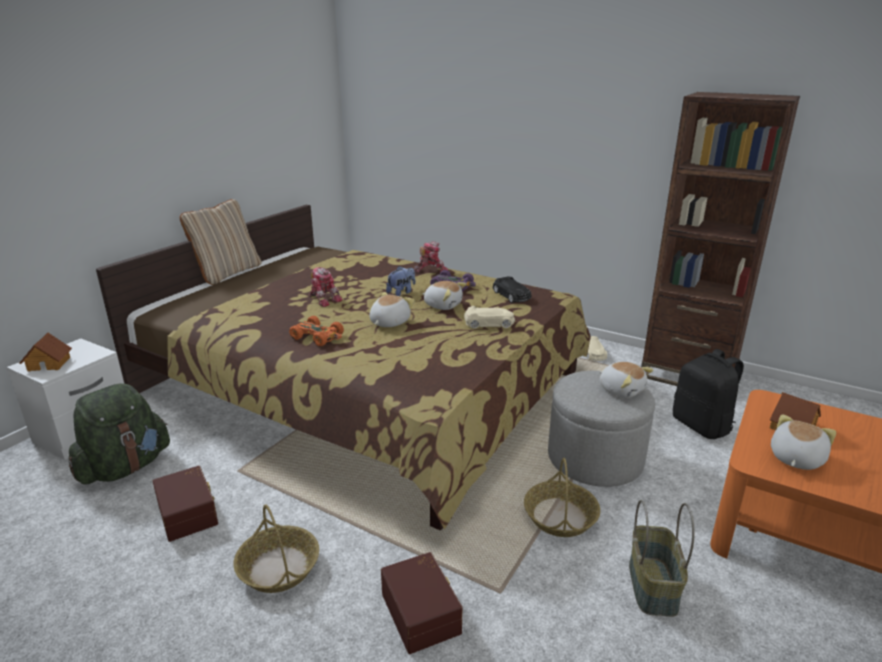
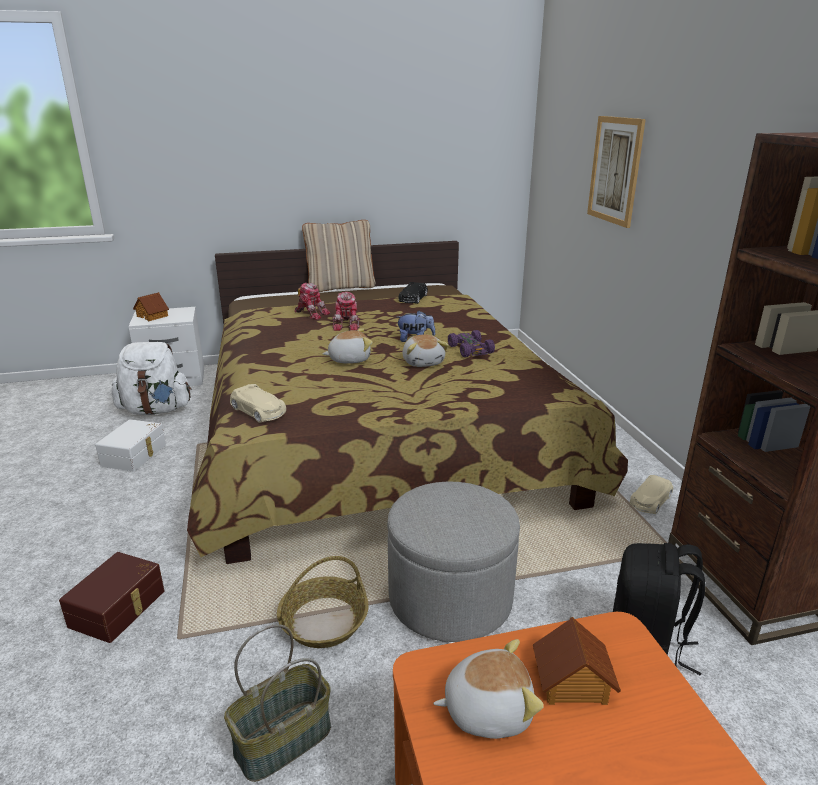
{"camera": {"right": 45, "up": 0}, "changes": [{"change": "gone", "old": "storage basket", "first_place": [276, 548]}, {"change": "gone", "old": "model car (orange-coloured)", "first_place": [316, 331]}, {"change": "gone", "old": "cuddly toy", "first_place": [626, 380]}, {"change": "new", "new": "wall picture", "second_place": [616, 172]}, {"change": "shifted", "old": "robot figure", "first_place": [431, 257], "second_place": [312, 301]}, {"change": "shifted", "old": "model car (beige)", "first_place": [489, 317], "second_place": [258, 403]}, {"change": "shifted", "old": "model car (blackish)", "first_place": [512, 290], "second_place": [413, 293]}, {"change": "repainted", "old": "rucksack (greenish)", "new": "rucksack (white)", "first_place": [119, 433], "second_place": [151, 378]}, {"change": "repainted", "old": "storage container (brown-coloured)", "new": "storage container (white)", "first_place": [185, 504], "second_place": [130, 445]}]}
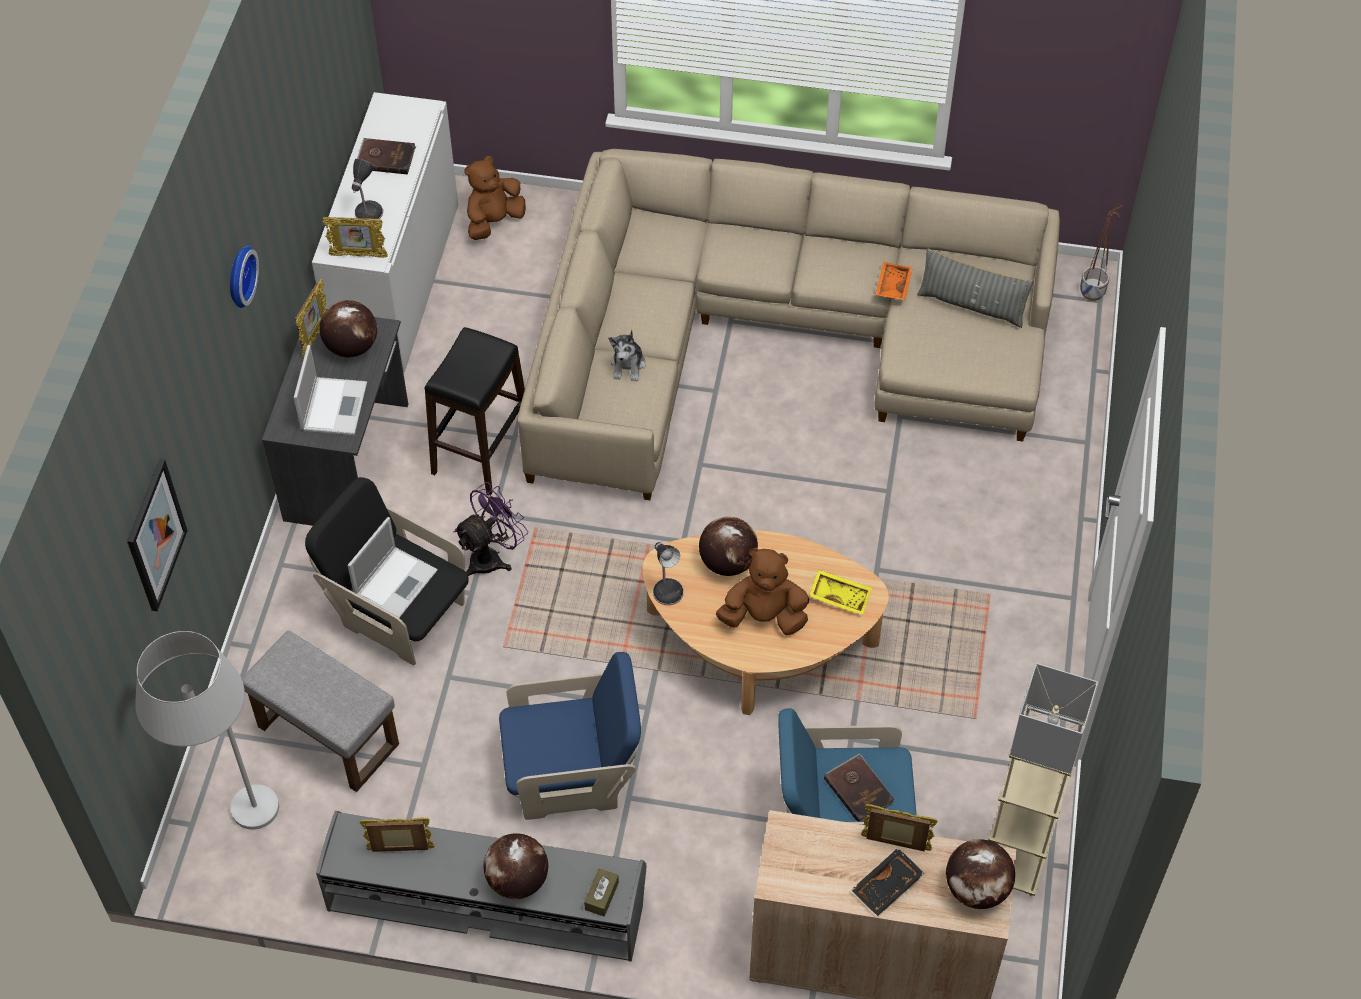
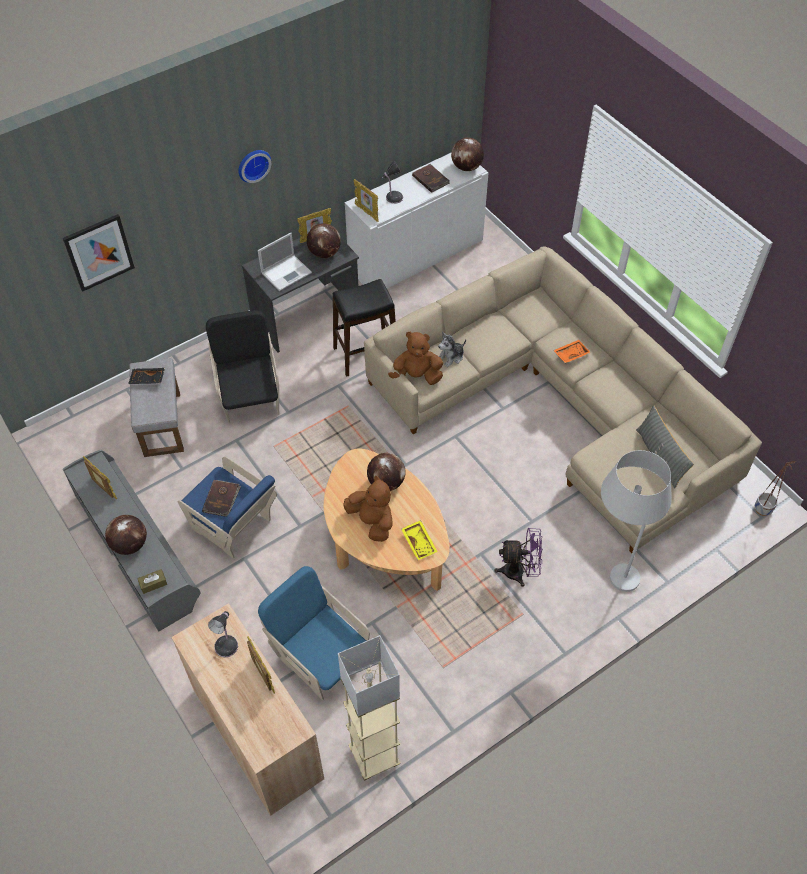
{"camera": {"right": 45, "up": 0}, "changes": [{"change": "gone", "old": "laptop", "first_place": [393, 567]}, {"change": "shifted", "old": "standard lamp (white)", "first_place": [207, 730], "second_place": [636, 521]}, {"change": "shifted", "old": "cooling fan (purple)", "first_place": [491, 529], "second_place": [518, 557]}, {"change": "shifted", "old": "cuddly toy (brown-coloured)", "first_place": [495, 198], "second_place": [415, 358]}, {"change": "shifted", "old": "tabletop lamp", "first_place": [668, 573], "second_place": [223, 634]}, {"change": "shifted", "old": "book (brown-coloured)", "first_place": [859, 788], "second_place": [221, 498]}, {"change": "shifted", "old": "serving tray (blackish)", "first_place": [888, 882], "second_place": [146, 376]}, {"change": "shifted", "old": "serving tray (orange-coloured)", "first_place": [894, 281], "second_place": [572, 351]}, {"change": "shifted", "old": "globe", "first_place": [980, 874], "second_place": [467, 154]}]}
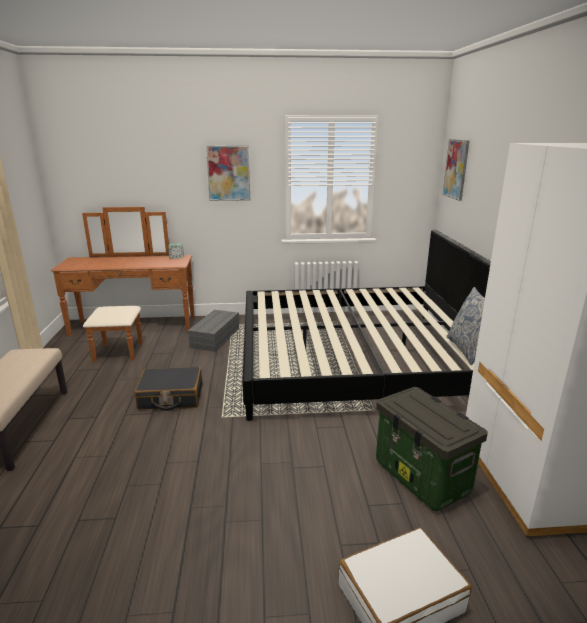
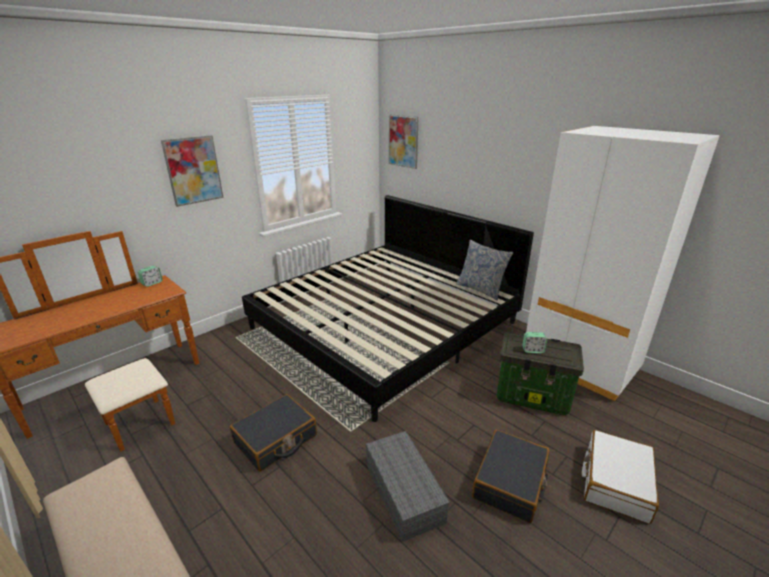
{"camera": {"right": -40, "up": 5}, "changes": [{"change": "new", "new": "travel case (blackish)", "second_place": [511, 476]}, {"change": "new", "new": "table clock", "second_place": [534, 342]}, {"change": "shifted", "old": "storage container (gray)", "first_place": [213, 331], "second_place": [408, 486]}]}
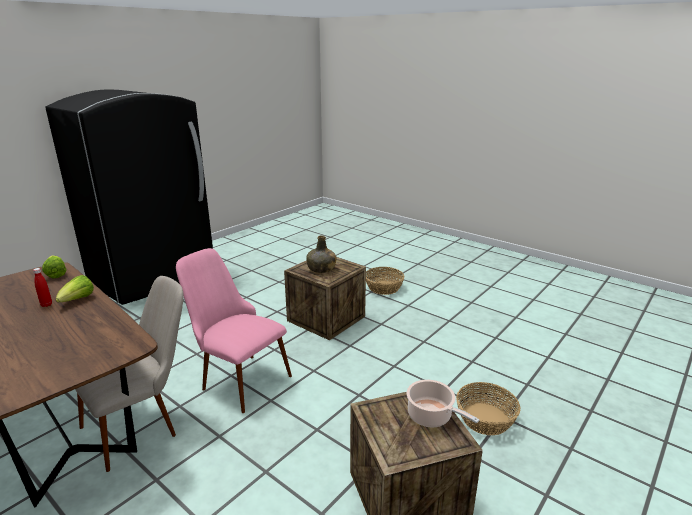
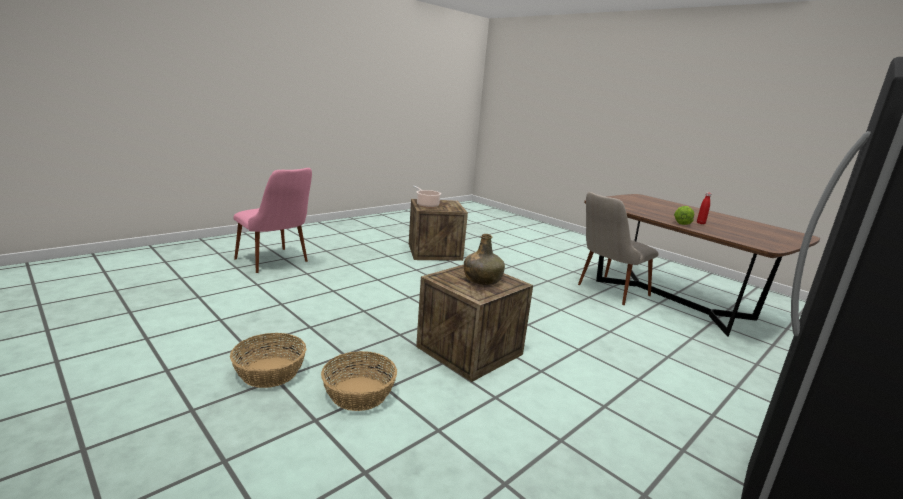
{"camera": {"right": -175, "up": -5}, "changes": [{"change": "gone", "old": "lettuce", "first_place": [54, 266]}, {"change": "shifted", "old": "plain chair (pink-coloured)", "first_place": [234, 330], "second_place": [272, 220]}, {"change": "shifted", "old": "storage basket", "first_place": [488, 408], "second_place": [268, 360]}]}
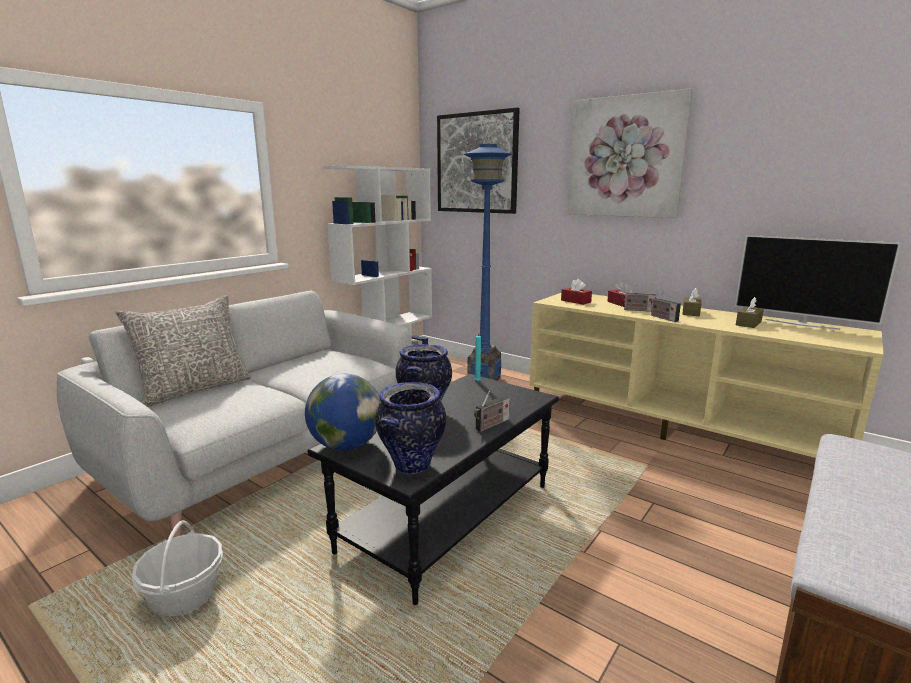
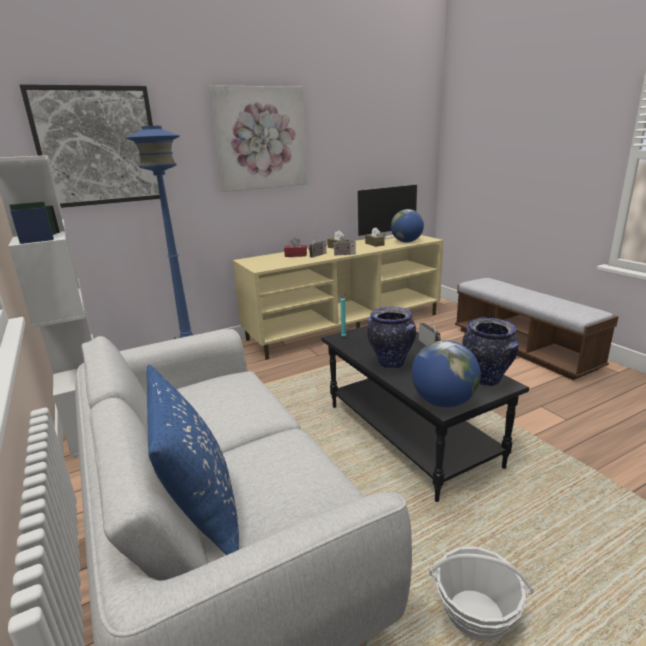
{"camera": {"right": -65, "up": 5}, "changes": [{"change": "gone", "old": "tissue box (red-coloured)", "first_place": [576, 292]}, {"change": "new", "new": "globe", "second_place": [407, 225]}, {"change": "repainted", "old": "cushion (gray)", "new": "cushion (blue)", "first_place": [183, 351], "second_place": [193, 460]}]}
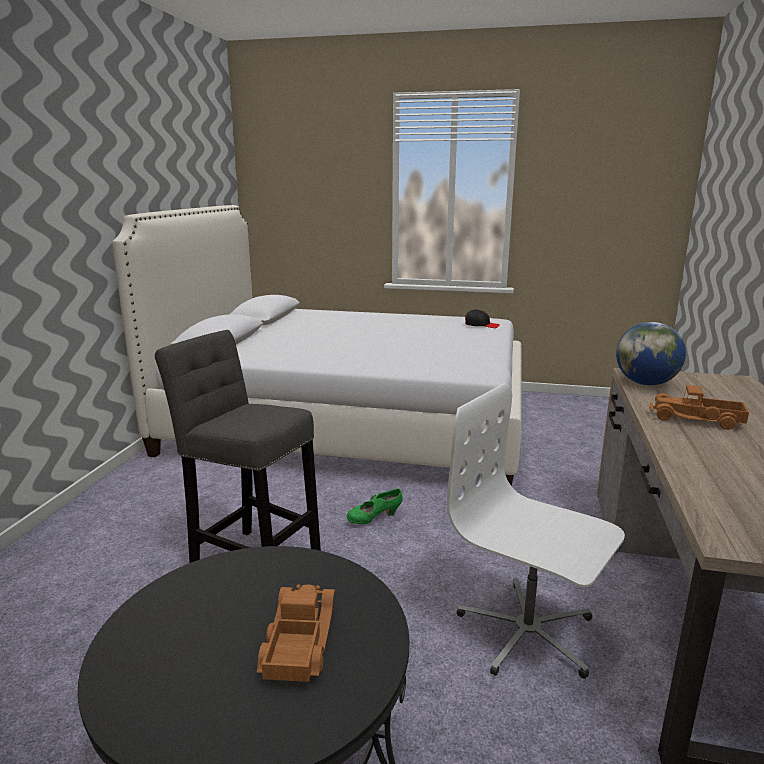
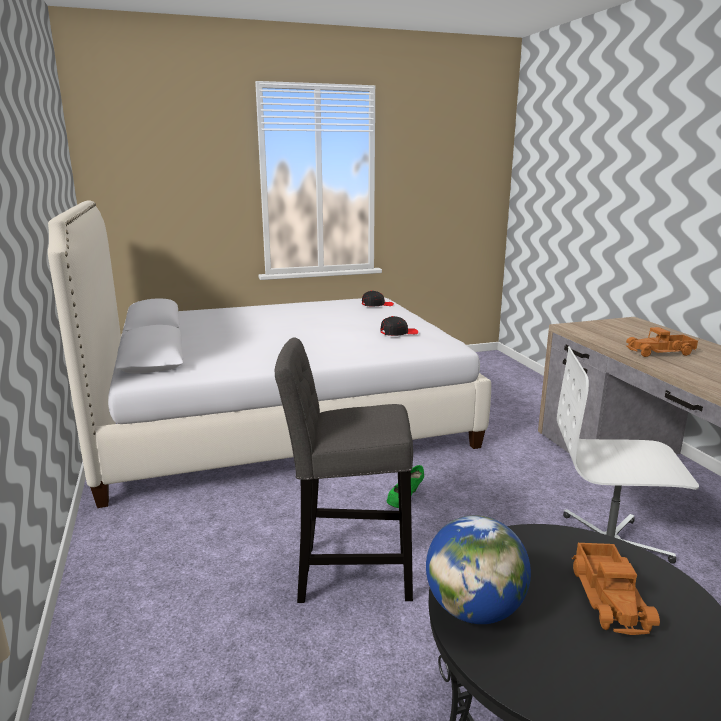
{"camera": {"right": -30, "up": 0}, "changes": [{"change": "new", "new": "peaked cap (blackish)", "second_place": [399, 326]}, {"change": "shifted", "old": "globe", "first_place": [651, 354], "second_place": [478, 569]}, {"change": "rotated", "old": "model truck", "first_place": [296, 633], "second_place": [616, 589], "degrees": -150}]}
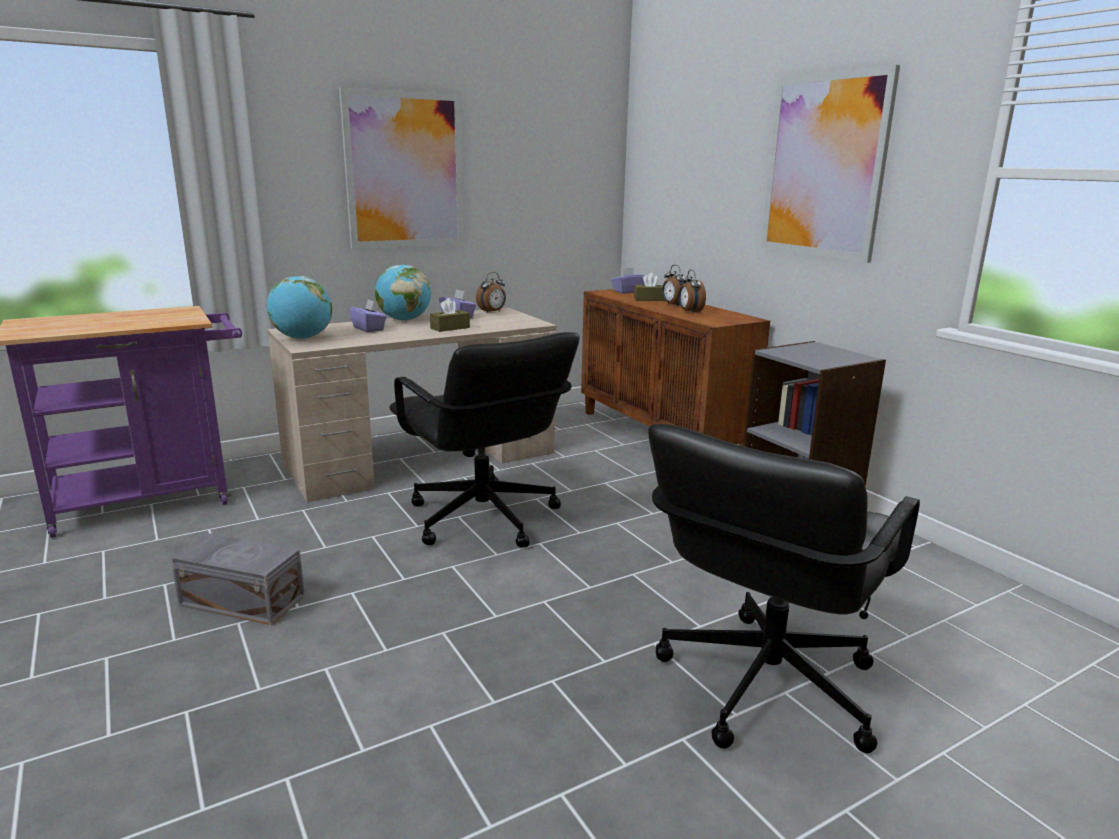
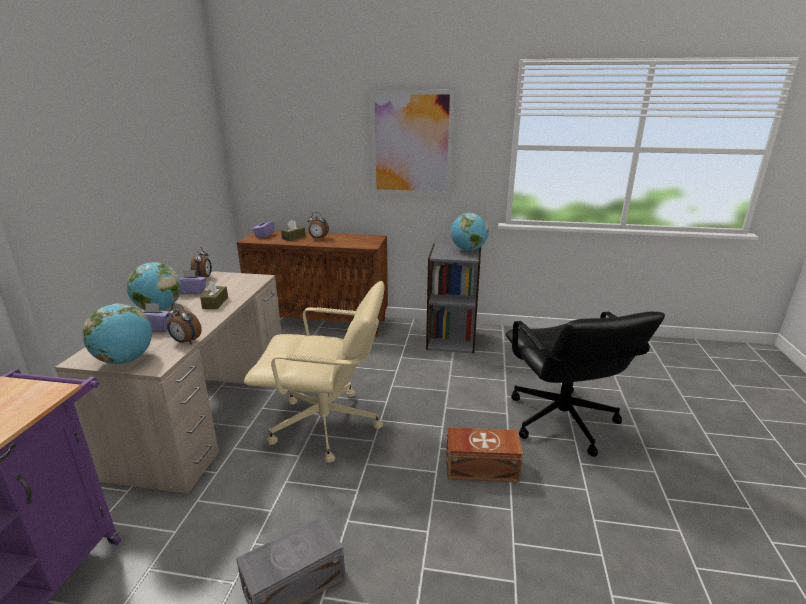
{"camera": {"right": -50, "up": 5}, "changes": [{"change": "gone", "old": "wall picture", "first_place": [401, 168]}, {"change": "new", "new": "storage container (brown-coloured)", "second_place": [484, 454]}, {"change": "new", "new": "globe", "second_place": [470, 232]}, {"change": "shifted", "old": "table clock", "first_place": [692, 292], "second_place": [184, 323]}, {"change": "repainted", "old": "desk chair (blackish)", "new": "desk chair (beige)", "first_place": [484, 440], "second_place": [314, 372]}]}
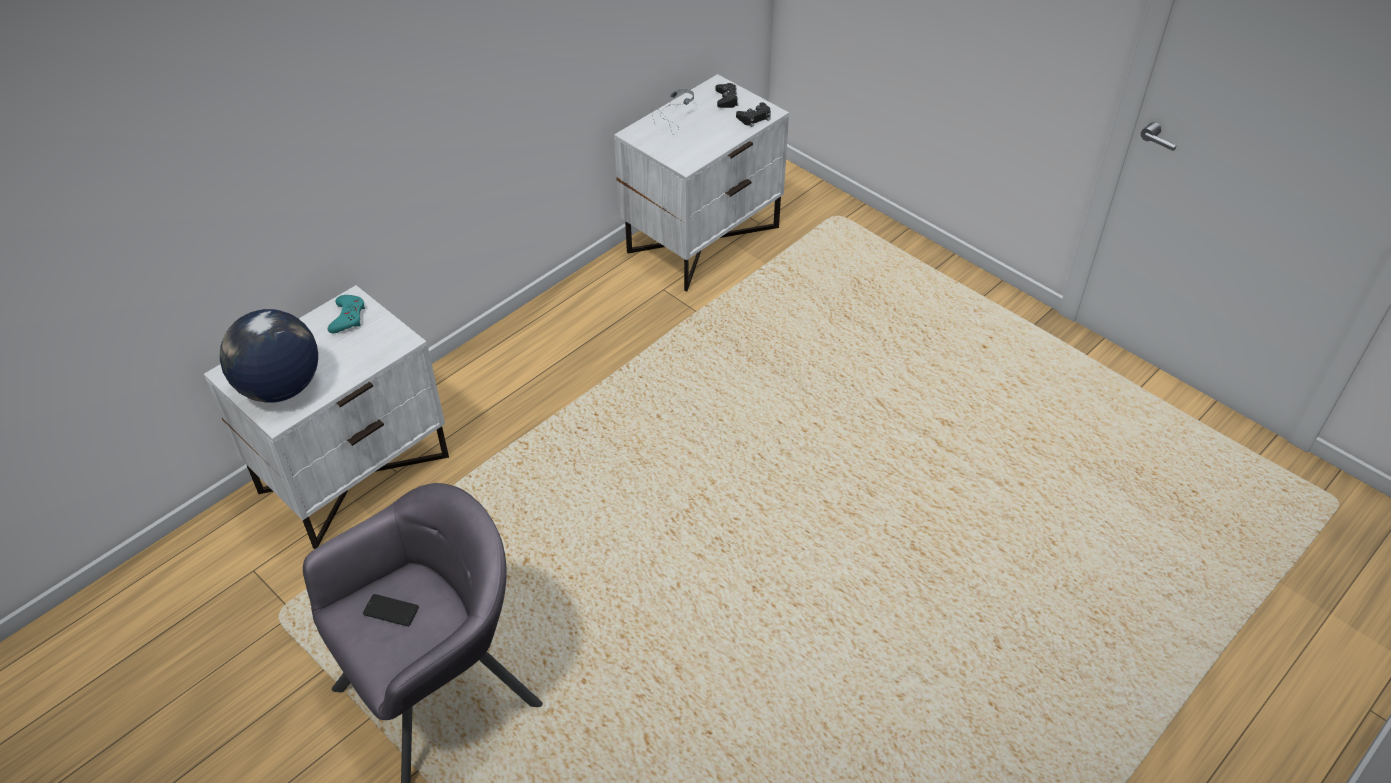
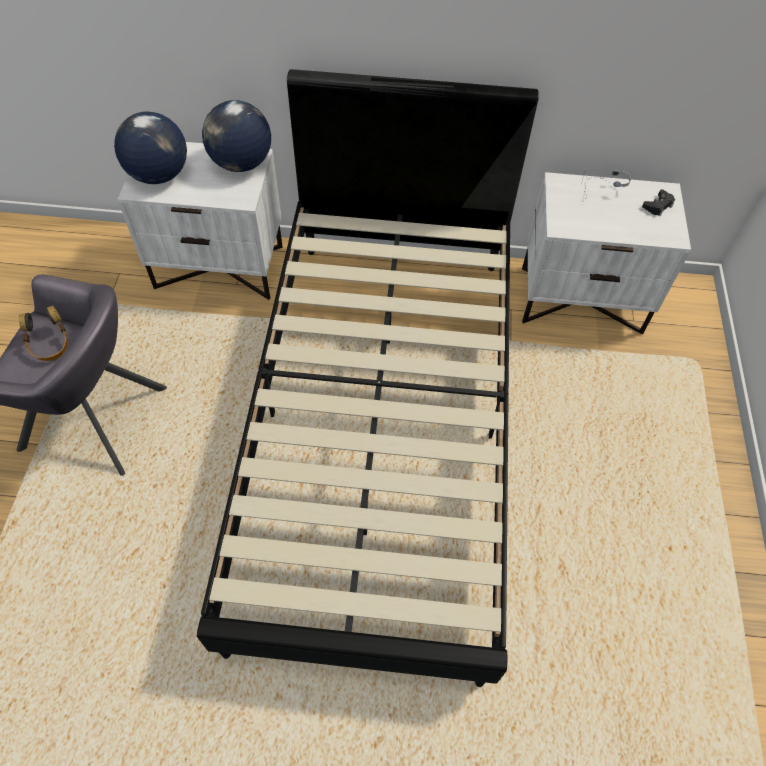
{"camera": {"right": 50, "up": 10}, "changes": [{"change": "gone", "old": "game controller (blackish)", "first_place": [753, 114]}, {"change": "new", "new": "bed (blackish)", "second_place": [368, 378]}, {"change": "swapped", "old": "game controller (turquoise)", "new": "globe", "first_place": [346, 314], "second_place": [236, 136]}, {"change": "swapped", "old": "handset", "new": "pair of headphones", "first_place": [391, 610], "second_place": [43, 333]}]}
